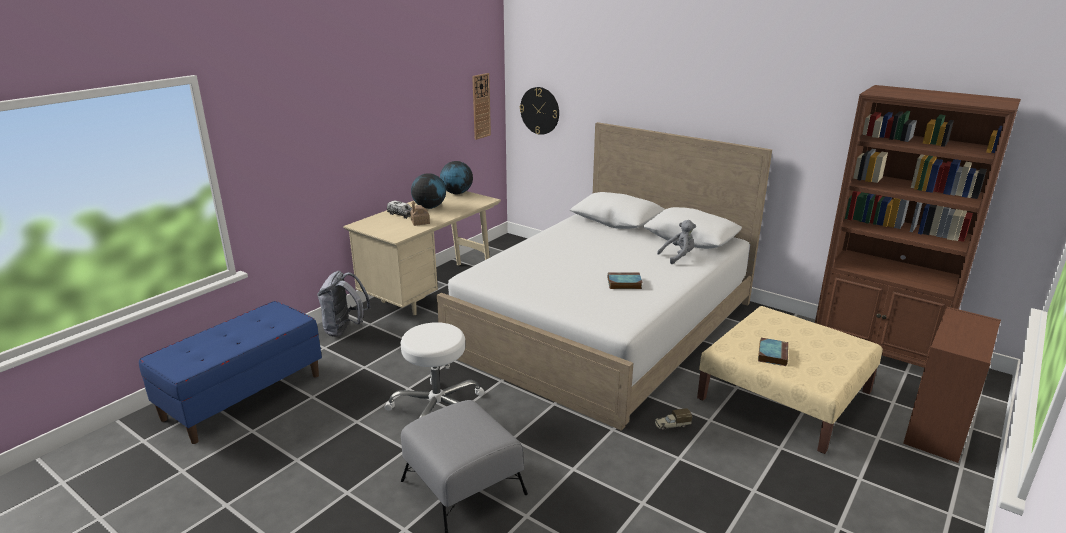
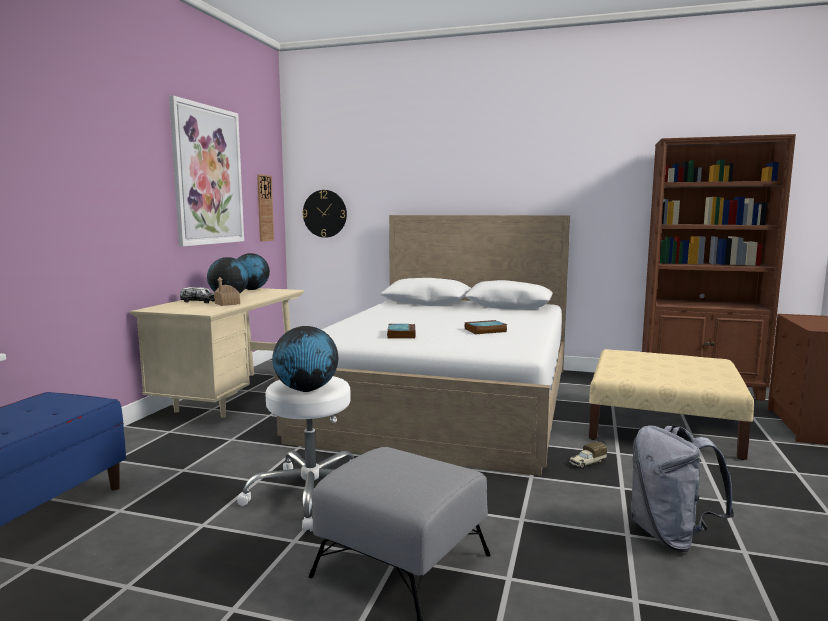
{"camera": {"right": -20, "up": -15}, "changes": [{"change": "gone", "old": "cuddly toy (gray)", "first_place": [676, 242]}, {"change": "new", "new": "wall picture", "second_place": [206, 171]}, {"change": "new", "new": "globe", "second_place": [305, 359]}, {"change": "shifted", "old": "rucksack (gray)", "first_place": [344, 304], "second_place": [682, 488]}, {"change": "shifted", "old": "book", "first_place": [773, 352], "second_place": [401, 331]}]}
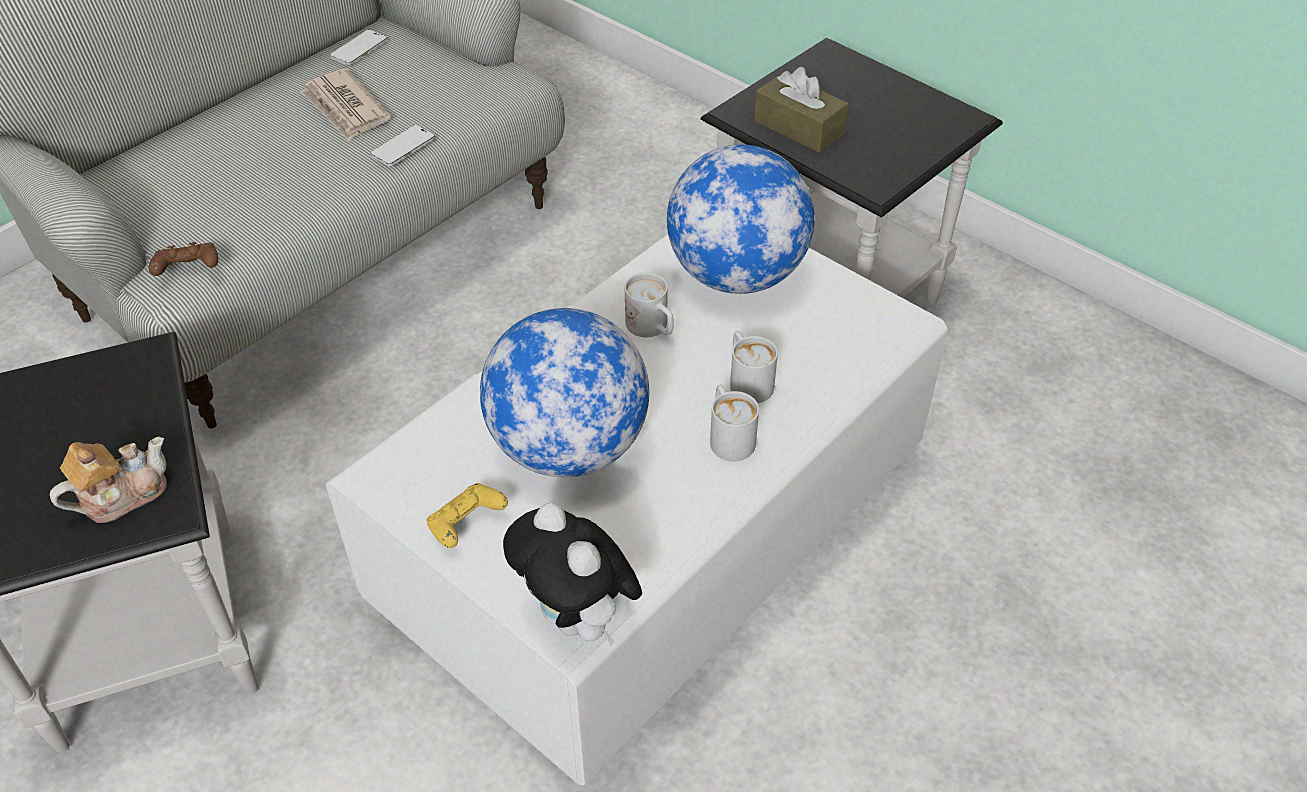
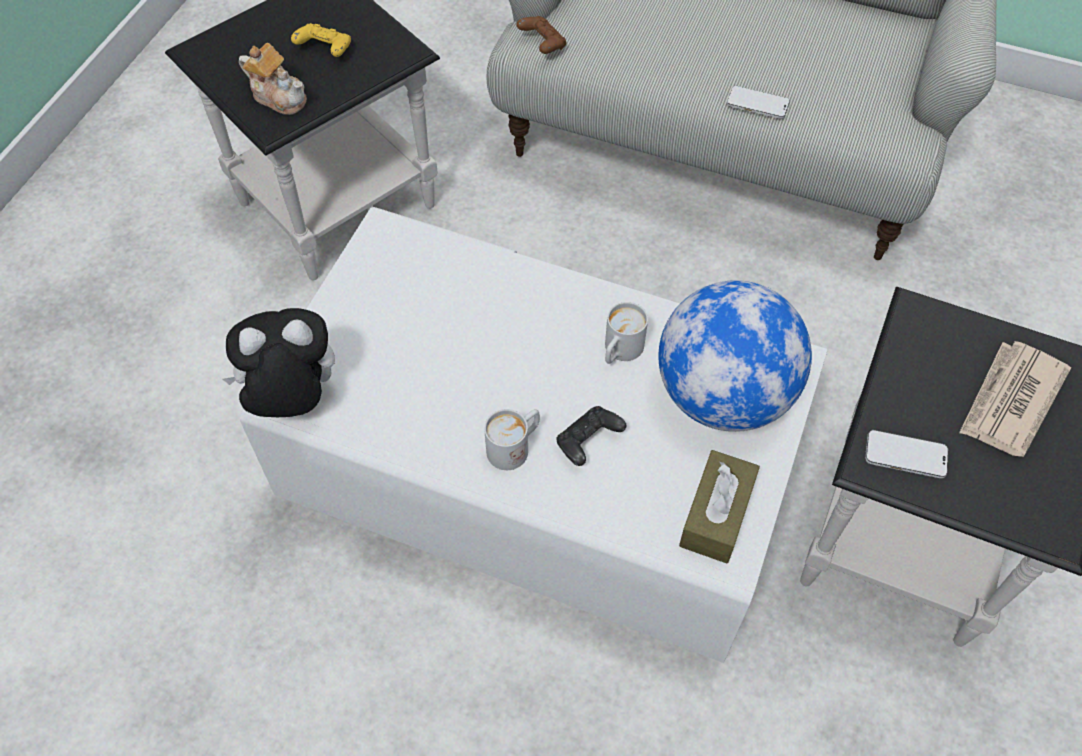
{"camera": {"right": 70, "up": 10}, "changes": [{"change": "gone", "old": "globe", "first_place": [564, 392]}, {"change": "shifted", "old": "daily paper", "first_place": [345, 104], "second_place": [1015, 399]}, {"change": "shifted", "old": "handset", "first_place": [359, 47], "second_place": [906, 454]}, {"change": "shifted", "old": "game controller (yellow-coloured)", "first_place": [467, 515], "second_place": [321, 40]}, {"change": "shifted", "old": "tissue box (brown-coloured)", "first_place": [801, 110], "second_place": [719, 507]}, {"change": "swapped", "old": "mug (white)", "new": "game controller (blackish)", "first_place": [754, 367], "second_place": [591, 436]}, {"change": "rotated", "old": "cuddly toy", "first_place": [572, 574], "second_place": [278, 362], "degrees": 45}]}
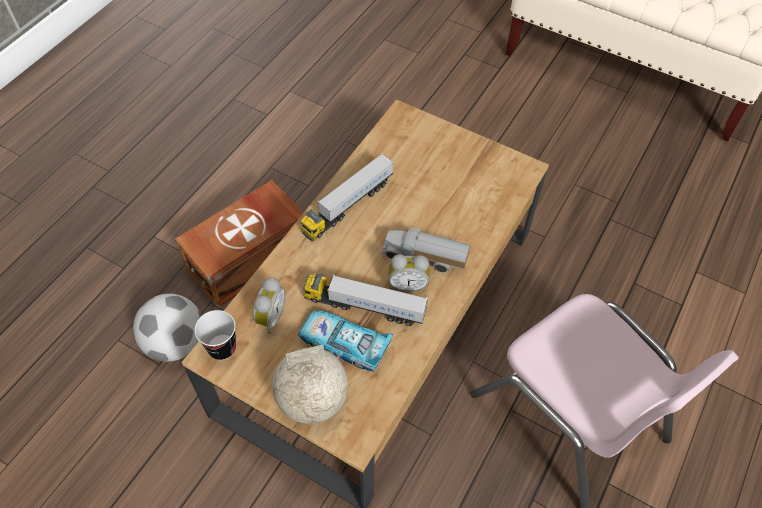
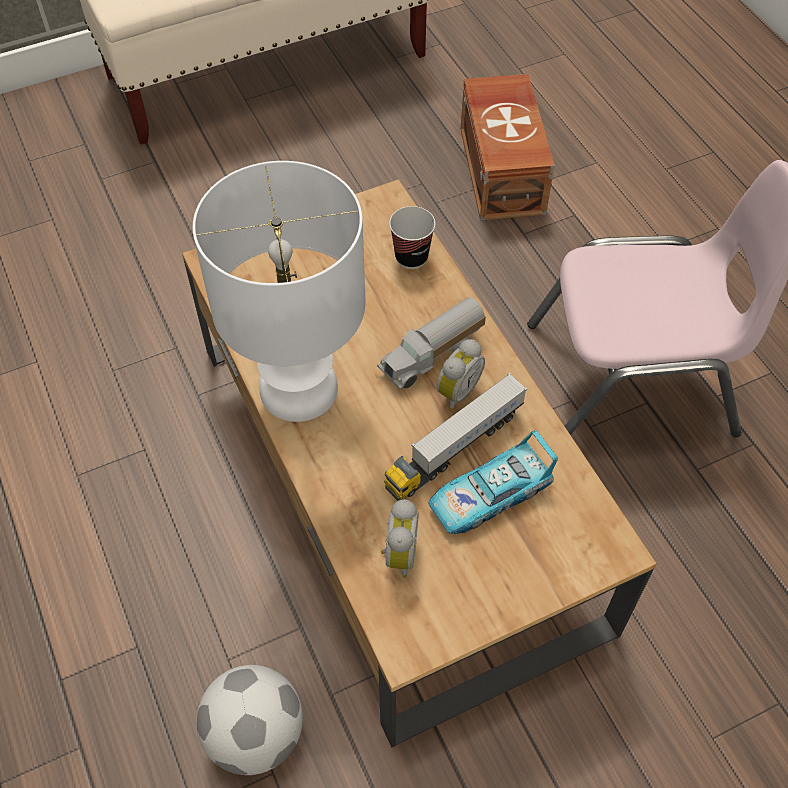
{"camera": {"right": -55, "up": 0}, "changes": [{"change": "gone", "old": "globe", "first_place": [310, 384]}, {"change": "shifted", "old": "storage container (brown-coloured)", "first_place": [239, 244], "second_place": [507, 147]}, {"change": "shifted", "old": "small cup", "first_place": [215, 335], "second_place": [412, 237]}, {"change": "swapped", "old": "model truck", "new": "tabletop lamp (white)", "first_place": [347, 197], "second_place": [279, 291]}, {"change": "rotated", "old": "table clock", "first_place": [269, 306], "second_place": [400, 538], "degrees": 45}]}
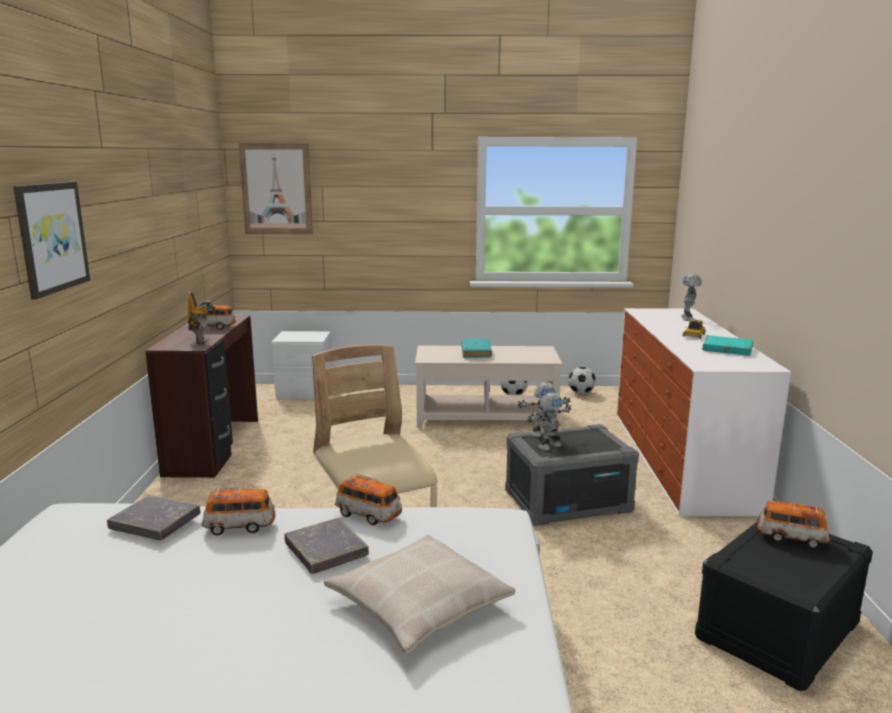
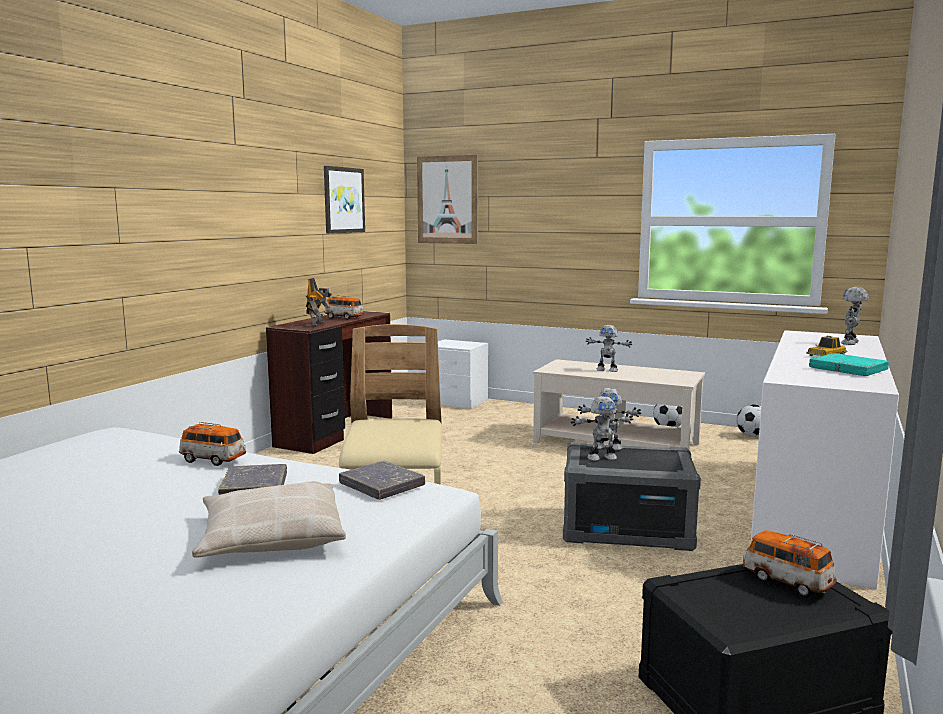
{"camera": {"right": 25, "up": -5}, "changes": [{"change": "gone", "old": "model car", "first_place": [368, 499]}, {"change": "shifted", "old": "wall picture", "first_place": [51, 241], "second_place": [344, 200]}, {"change": "shifted", "old": "book (gray)", "first_place": [153, 517], "second_place": [382, 480]}, {"change": "swapped", "old": "book (turquoise)", "new": "robot figure", "first_place": [476, 348], "second_place": [609, 348]}]}
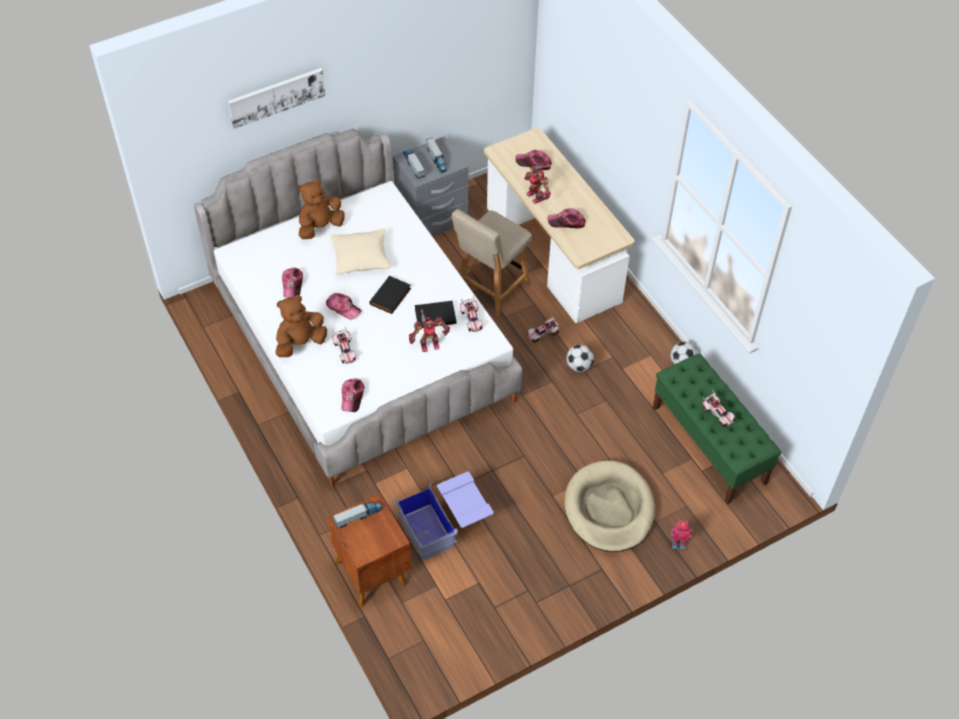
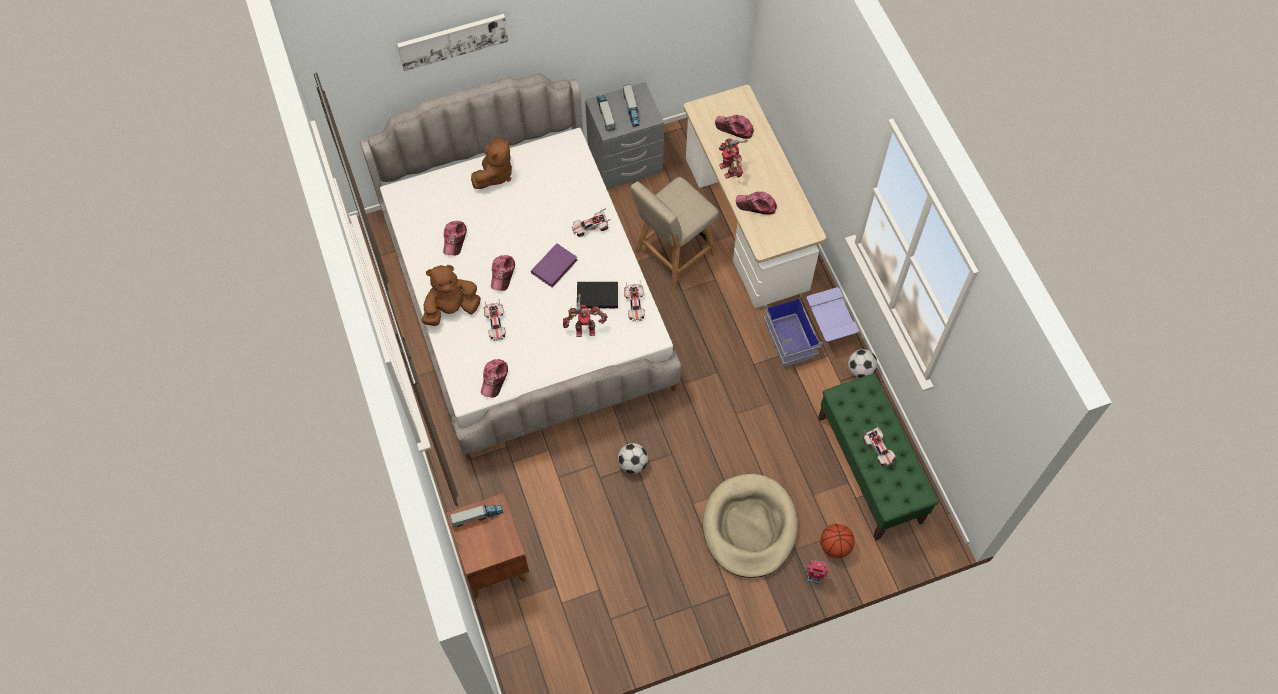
{"camera": {"right": 10, "up": 10}, "changes": [{"change": "gone", "old": "cushion (beige)", "first_place": [361, 251]}, {"change": "new", "new": "ball for basketball", "second_place": [838, 541]}, {"change": "shifted", "old": "storage container (blue)", "first_place": [444, 515], "second_place": [811, 327]}, {"change": "shifted", "old": "model car", "first_place": [543, 329], "second_place": [591, 222]}, {"change": "shifted", "old": "football ball", "first_place": [580, 358], "second_place": [633, 458]}, {"change": "repainted", "old": "book (blackish)", "new": "book (purple)", "first_place": [390, 295], "second_place": [554, 265]}, {"change": "rotated", "old": "cuddly toy (brown-coloured)", "first_place": [321, 209], "second_place": [491, 163], "degrees": 150}, {"change": "rotated", "old": "peaked cap", "first_place": [344, 306], "second_place": [503, 273], "degrees": 60}]}
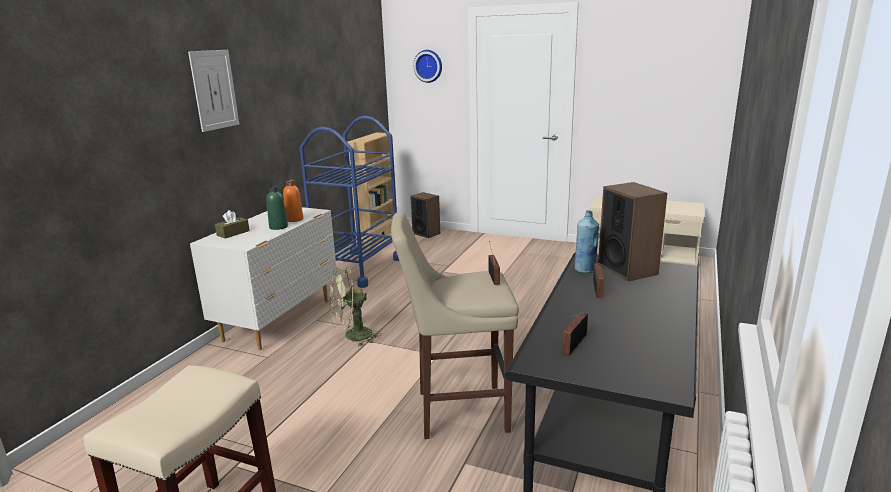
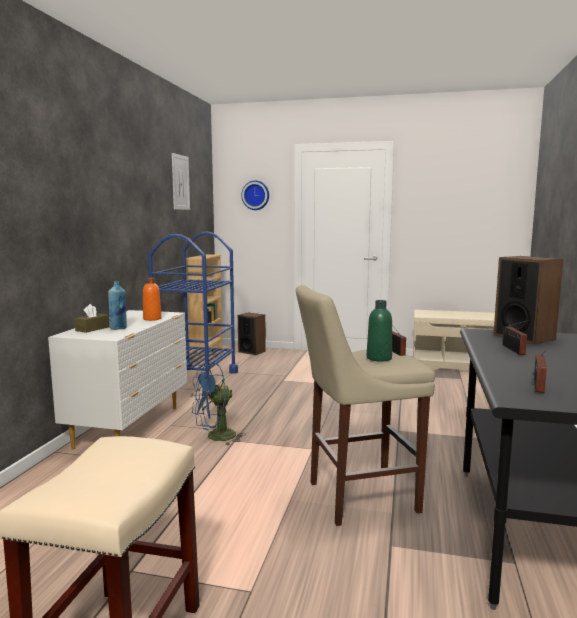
{"camera": {"right": -10, "up": -10}, "changes": [{"change": "shifted", "old": "wall picture", "first_place": [213, 91], "second_place": [181, 181]}, {"change": "shifted", "old": "drink bottle (greenish)", "first_place": [277, 207], "second_place": [379, 331]}, {"change": "shifted", "old": "drink bottle (blue)", "first_place": [587, 241], "second_place": [117, 305]}, {"change": "repainted", "old": "cooling fan (greenish)", "new": "cooling fan (blue)", "first_place": [356, 306], "second_place": [218, 404]}]}
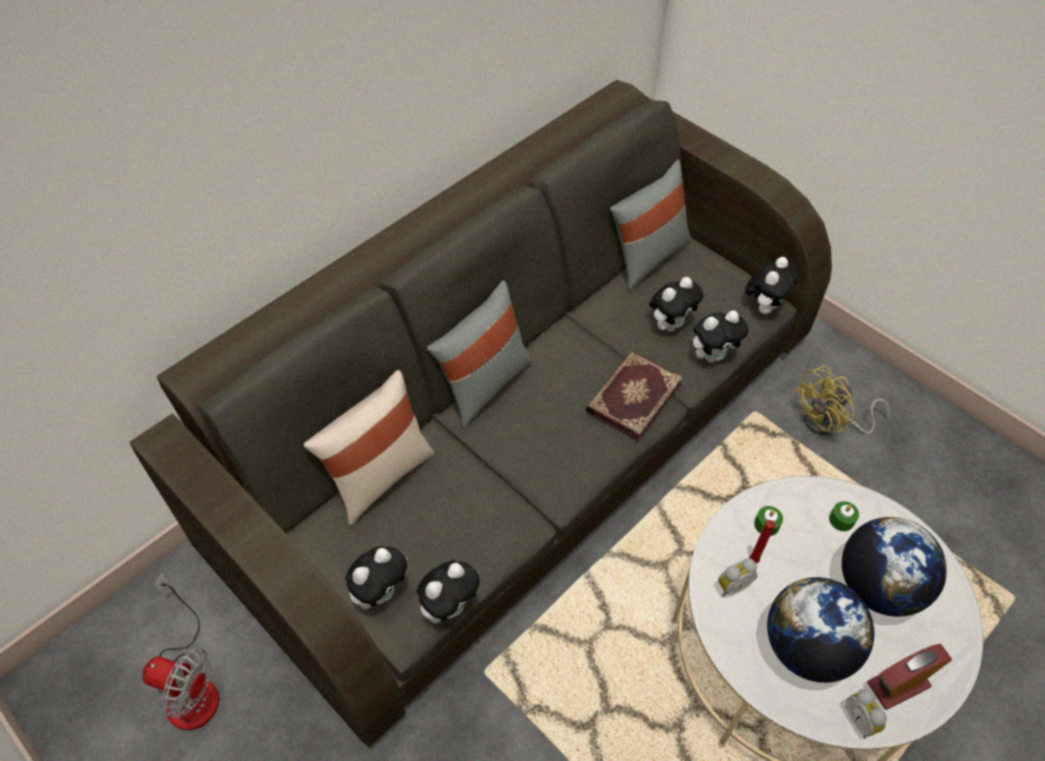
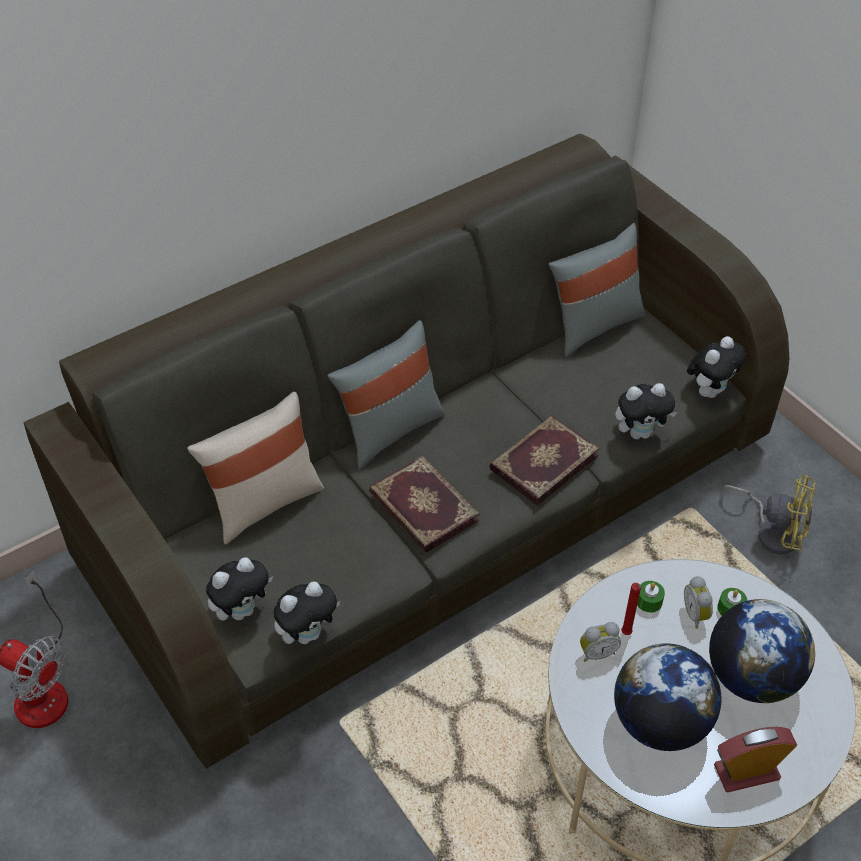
{"camera": {"right": 10, "up": -5}, "changes": [{"change": "gone", "old": "cuddly toy", "first_place": [676, 304]}, {"change": "new", "new": "book", "second_place": [424, 504]}, {"change": "shifted", "old": "table clock", "first_place": [866, 714], "second_place": [698, 602]}, {"change": "rotated", "old": "cooling fan (yellow-coloured)", "first_place": [841, 400], "second_place": [769, 514], "degrees": -135}]}
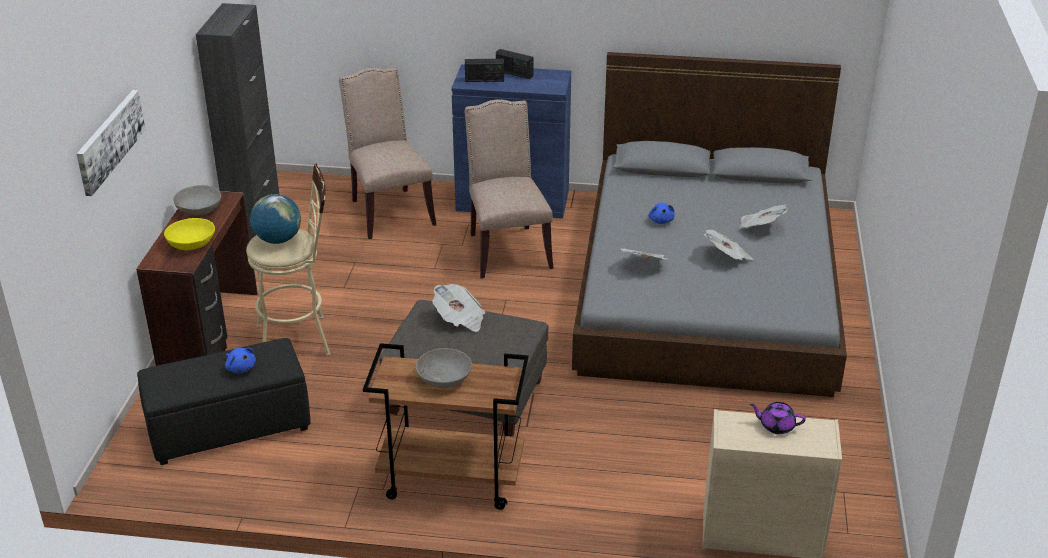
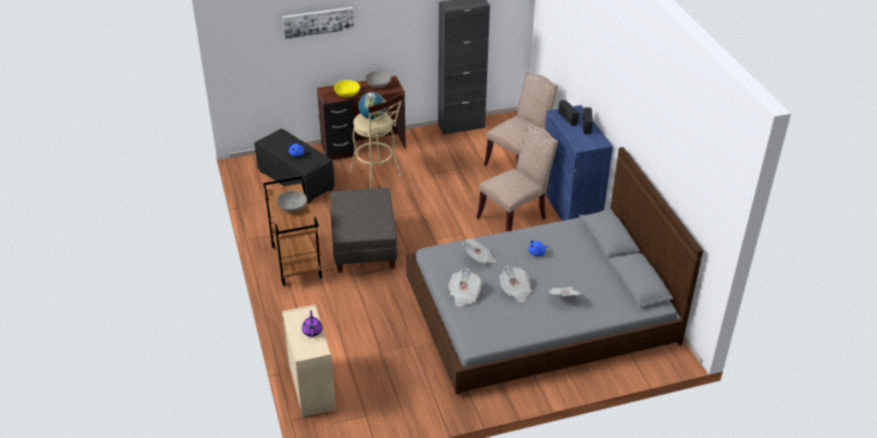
{"camera": {"right": 65, "up": 5}, "changes": [{"change": "shifted", "old": "daily paper", "first_place": [458, 308], "second_place": [465, 288]}]}
